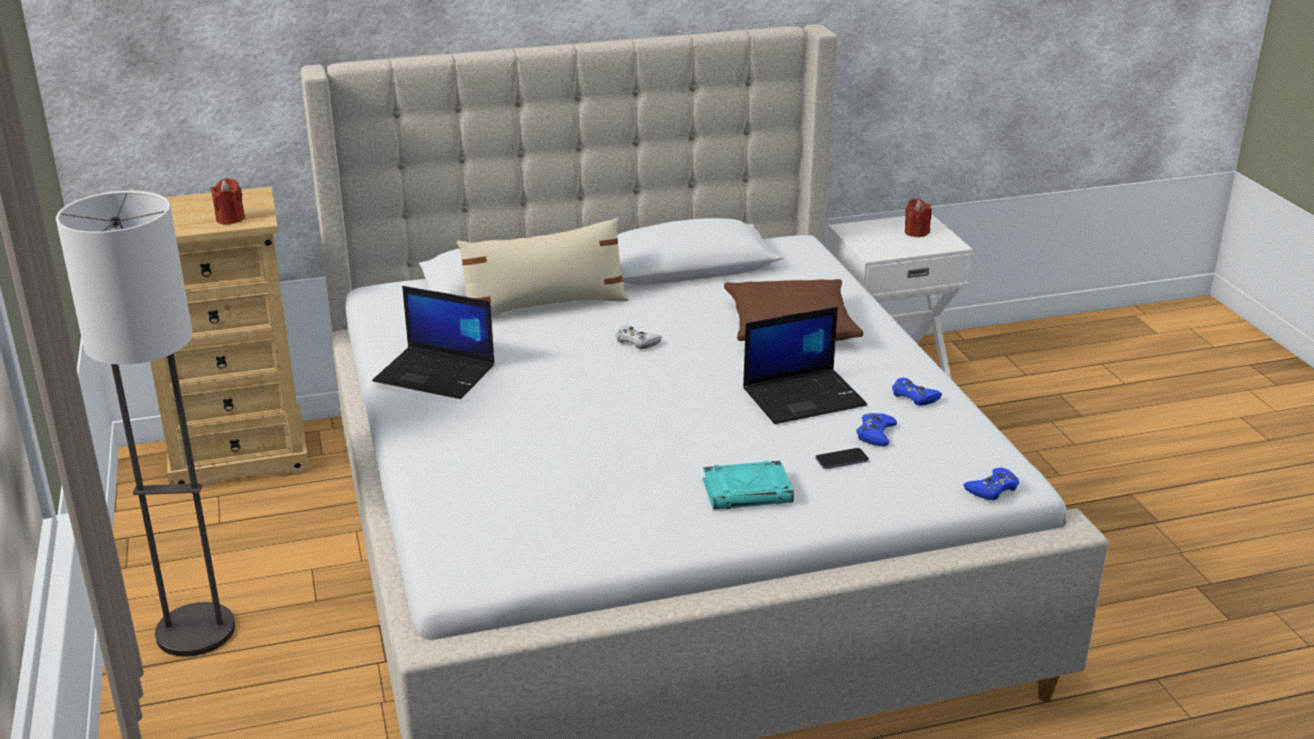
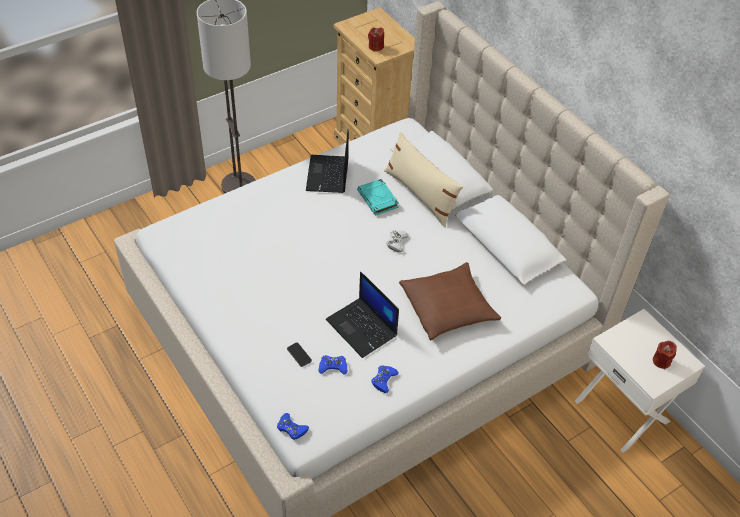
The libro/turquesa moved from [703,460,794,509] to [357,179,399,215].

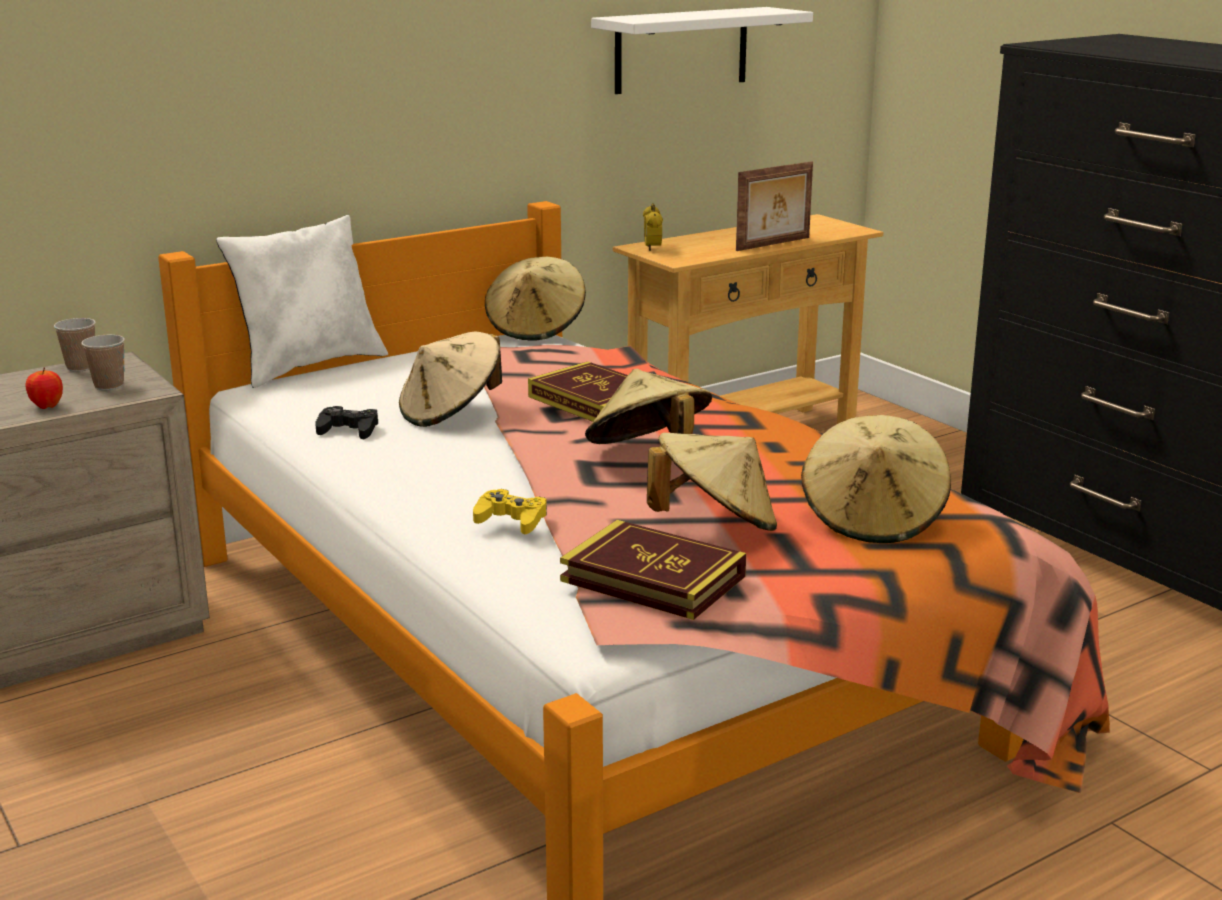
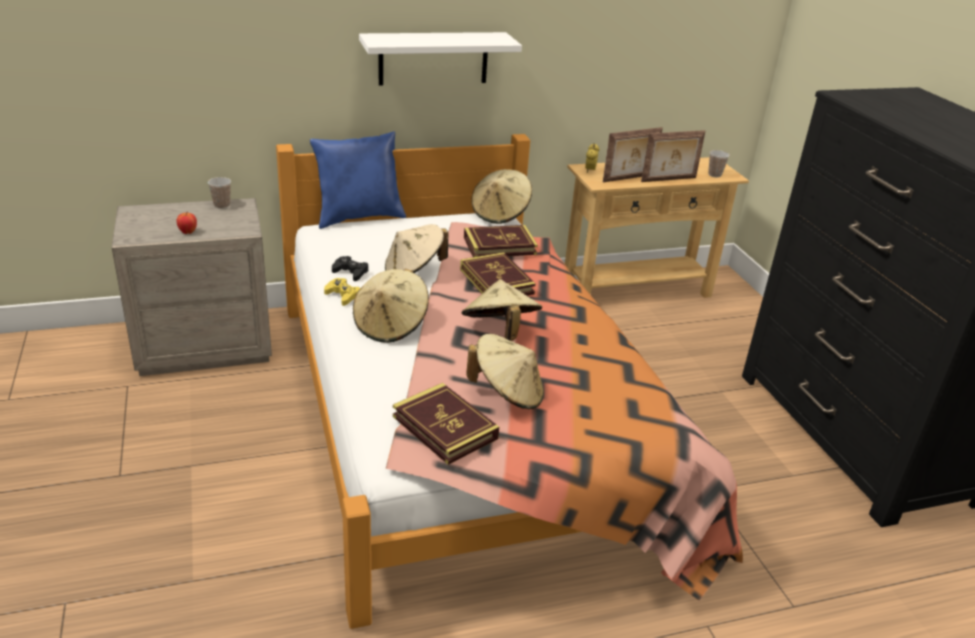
The cojín/blanco at [216,215,388,388] became the cojín/azul at [310,131,406,229].
The mando de consola/amarillo moved from [473,489,547,534] to [324,278,360,306].
The sombrero/beis moved from [801,415,951,543] to [353,269,429,343].
The estante/blanco moved from [591,7,813,94] to [359,32,522,86].
The libro at [464,225,538,257] appeared.
The portarretratos at [603,127,663,182] appeared.
The taza moved from [82,335,125,390] to [708,150,729,177].

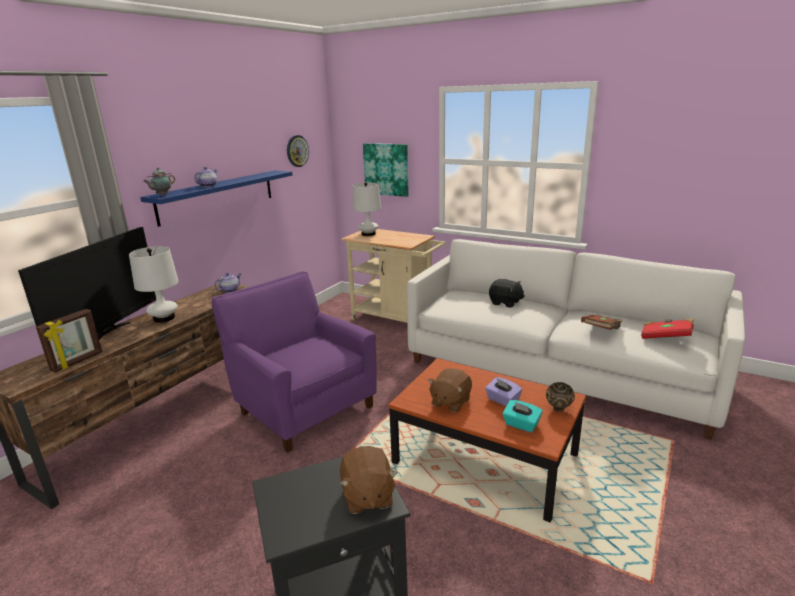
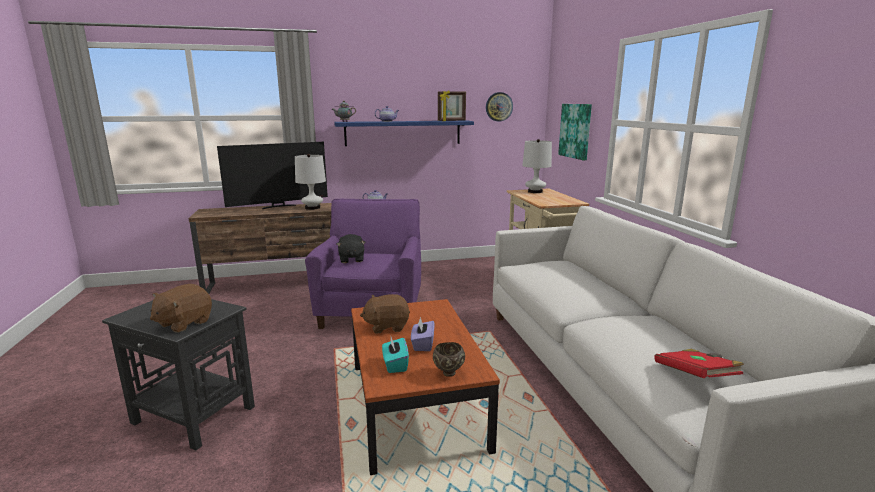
The peluche/negro moved from [489,279,525,308] to [336,234,366,263].
The portarretratos moved from [36,309,102,373] to [438,90,466,121].
The libro/marrón at [581,315,622,330] disappeared.

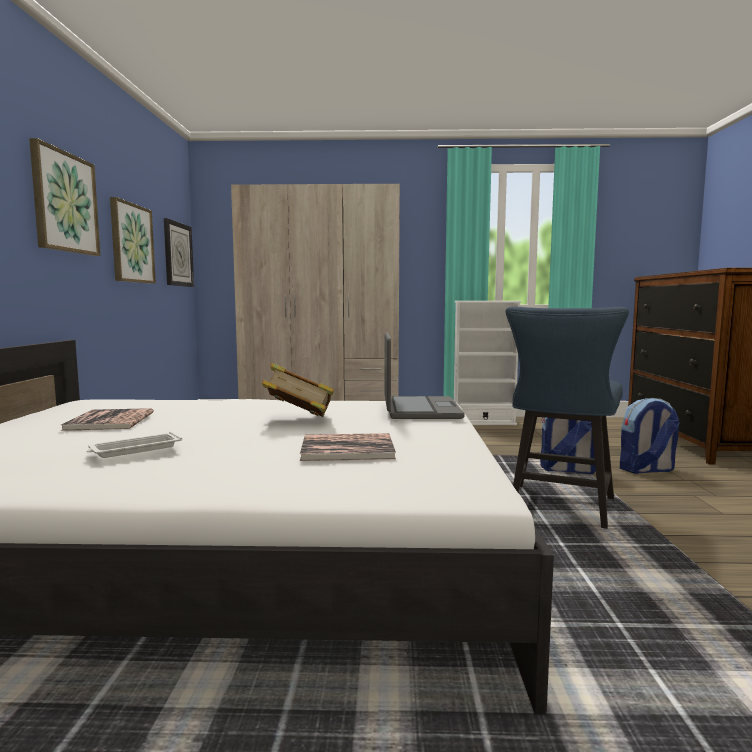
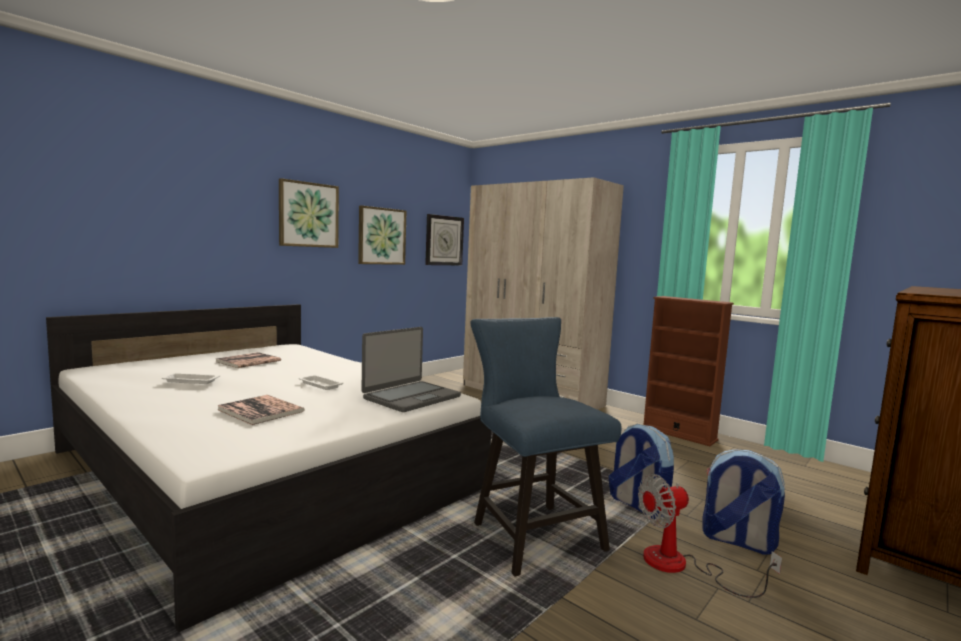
The libro at [262,363,334,417] was replaced by the bandeja/blanco at [298,375,343,390].
The silla/azul at [506,306,629,529] turned 90 degrees clockwise.
The ventilador at [638,474,782,598] appeared.
The estantería/blanco at [454,301,521,425] became the estantería/marrón at [644,296,734,446].

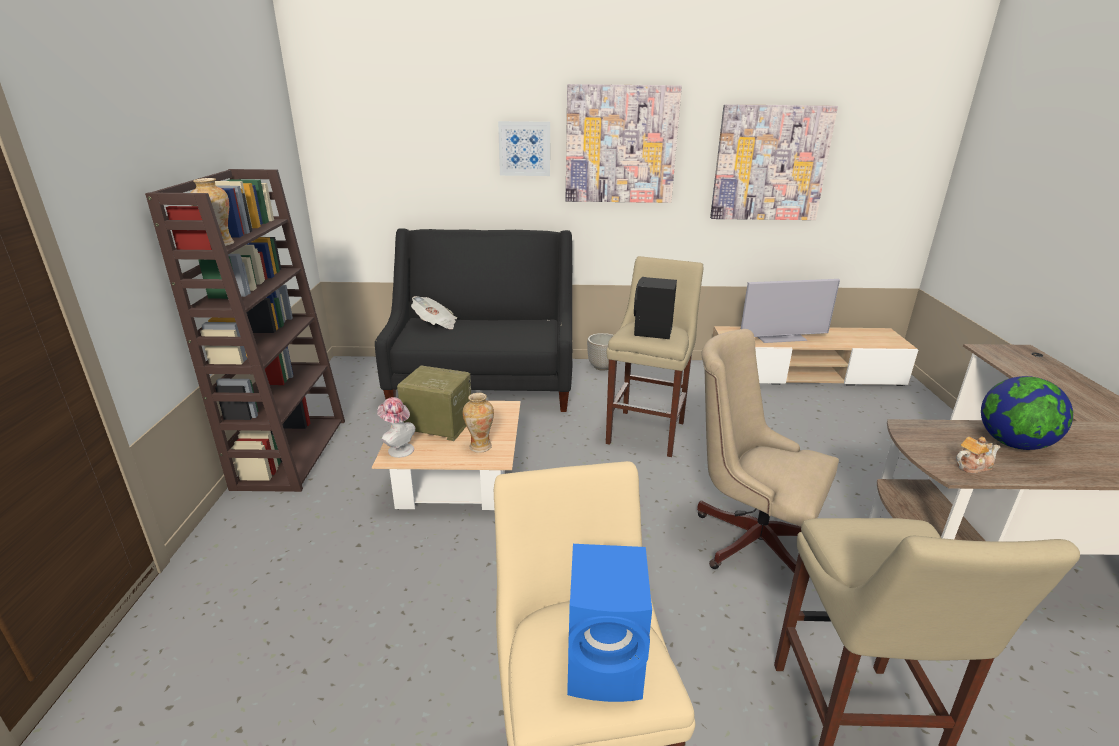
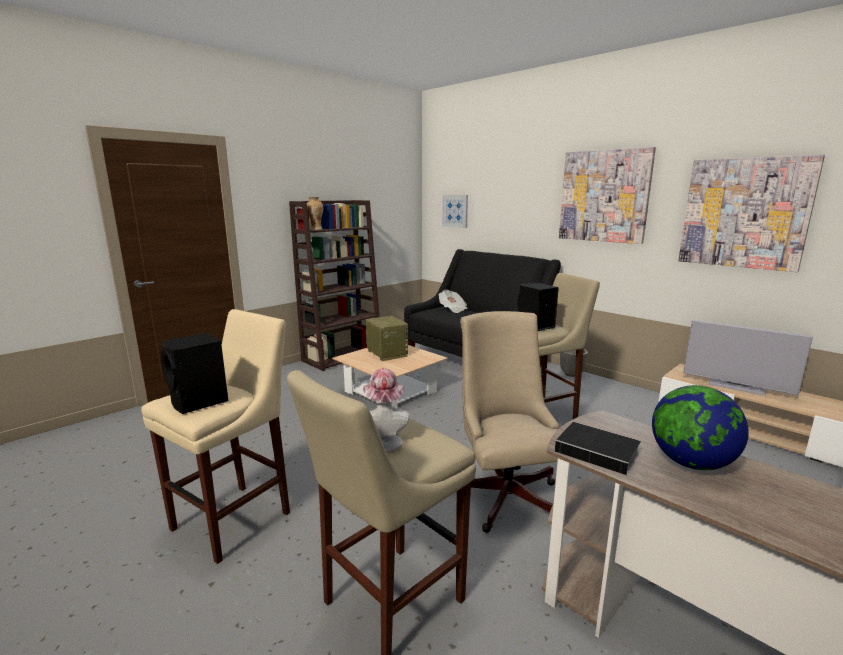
The altavoz/azul at [567,544,652,702] became the altavoz/negro at [160,333,228,414].
The sombrero moved from [377,397,415,458] to [363,368,409,452].
The cuadro moved from [498,121,550,176] to [442,195,468,228].
The tetera at [956,437,1000,474] was replaced by the libro at [555,422,644,479].
The florero at [463,393,494,453] disappeared.

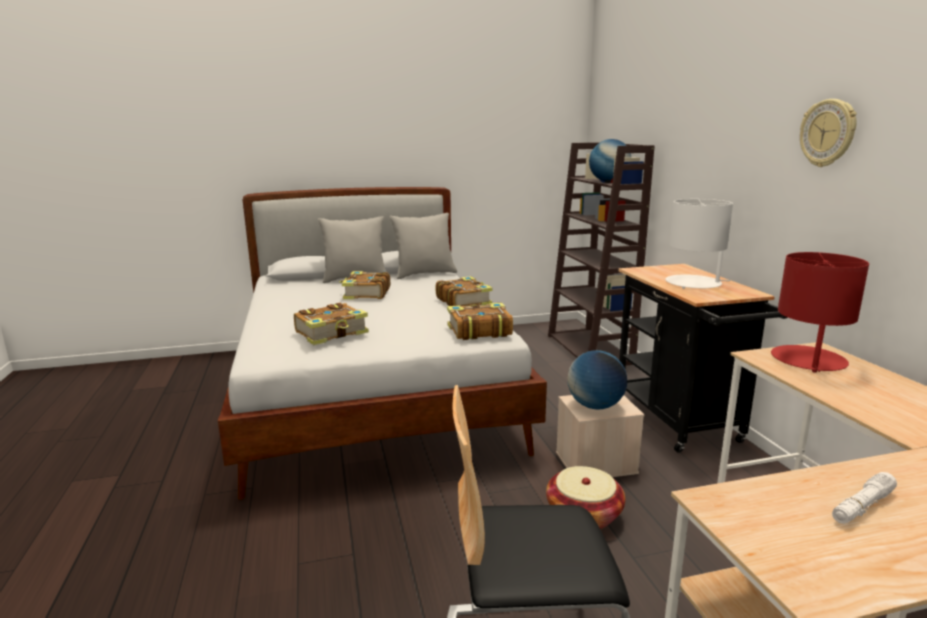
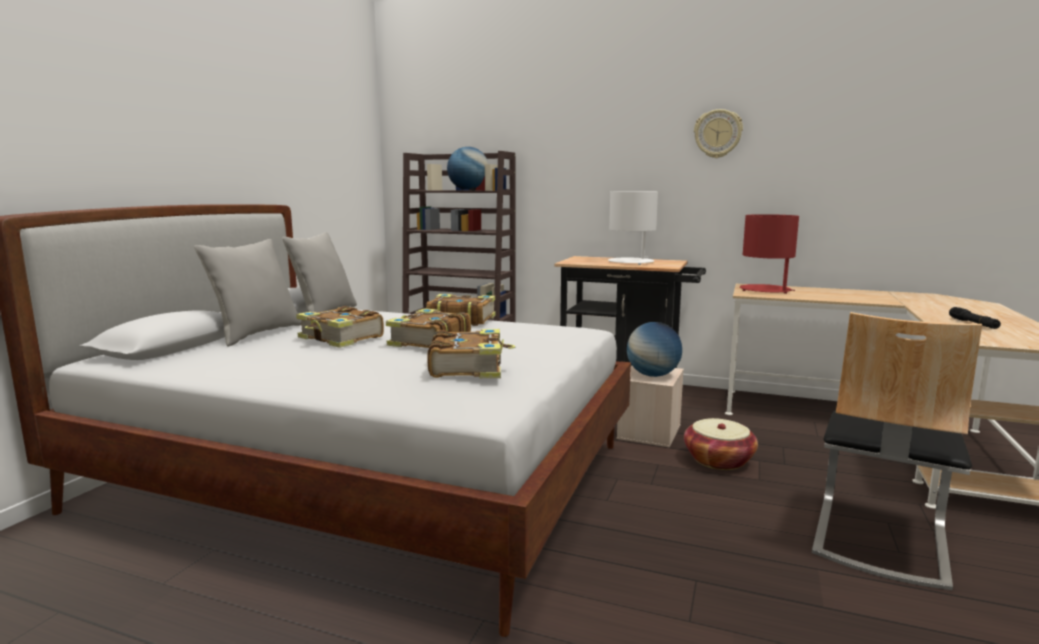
The libro moved from [447,303,513,340] to [386,308,471,348].
The linterna/blanco at [832,472,897,524] became the linterna/negro at [949,307,1001,329].

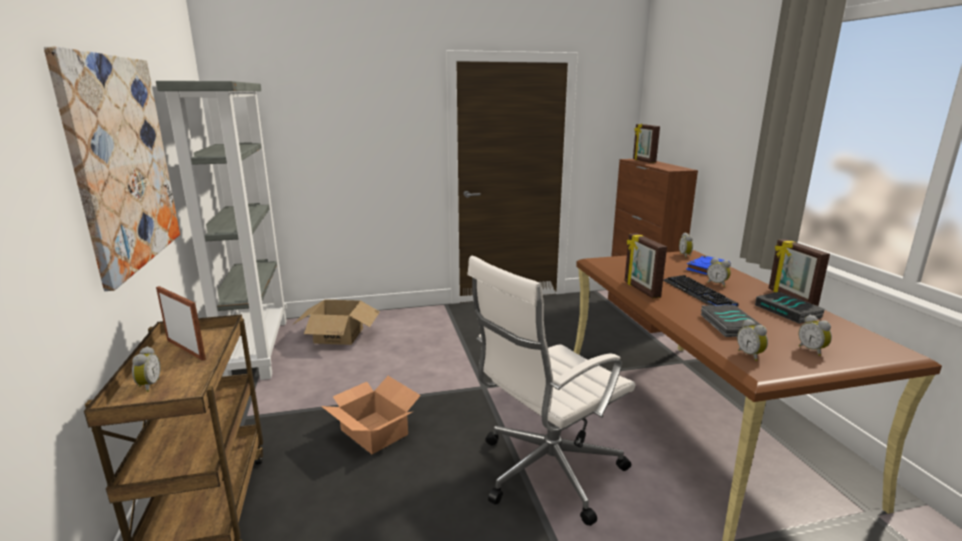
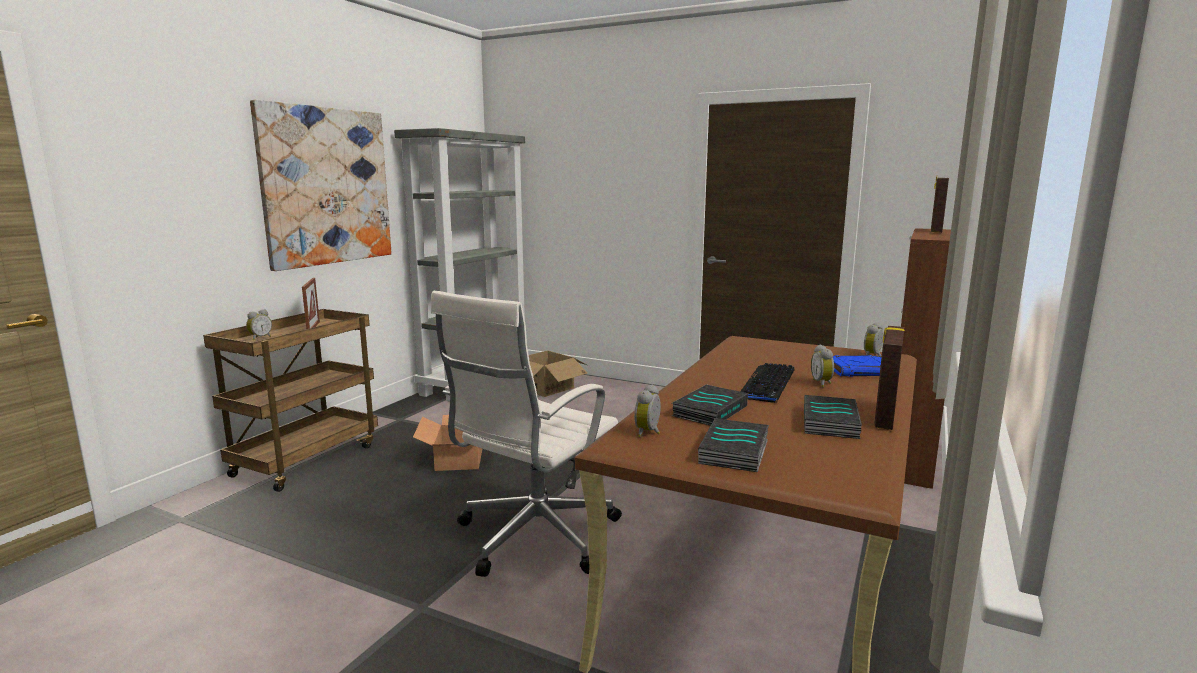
The silla de oficina/blanco at [467,256,635,526] turned 60 degrees counterclockwise.
The despertador at [799,315,832,356] was replaced by the libro at [698,418,769,472].
The portarretratos at [625,233,667,298] disappeared.

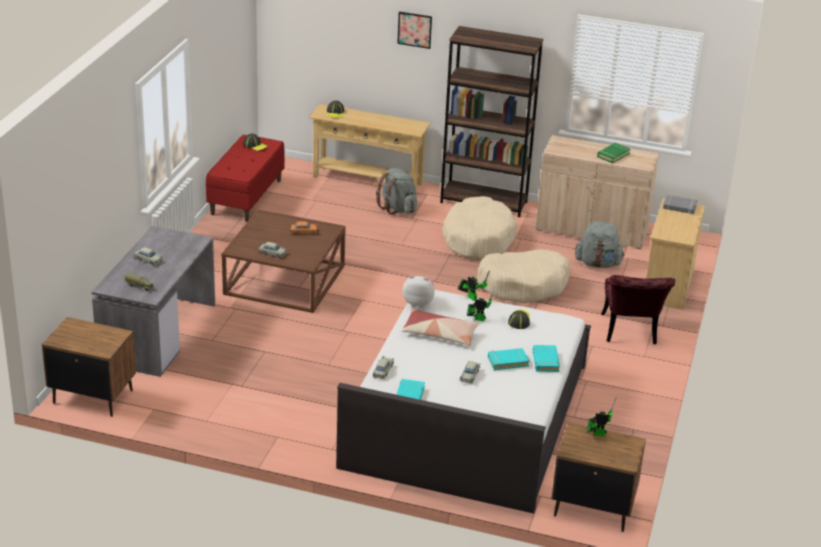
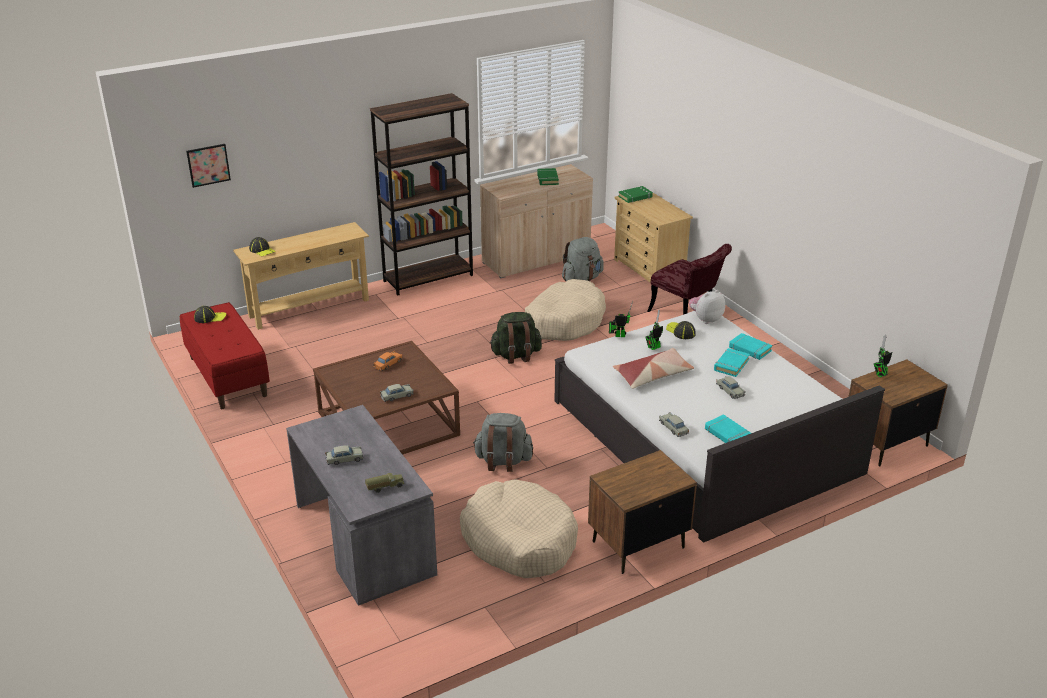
The cuadro moved from [397,11,432,49] to [186,144,231,188].
The cama para perro/beis moved from [442,196,517,259] to [460,479,578,578].
The mochila/gris moved from [376,168,417,215] to [473,413,533,472].
The mochila/verde at [490,312,542,364] appeared.
The mesita de noche/marrón moved from [42,317,136,417] to [588,450,697,574].
The libro/gris at [663,195,698,214] became the libro/verde at [618,186,653,203].
The peluche moved from [402,275,435,308] to [689,290,725,324].

